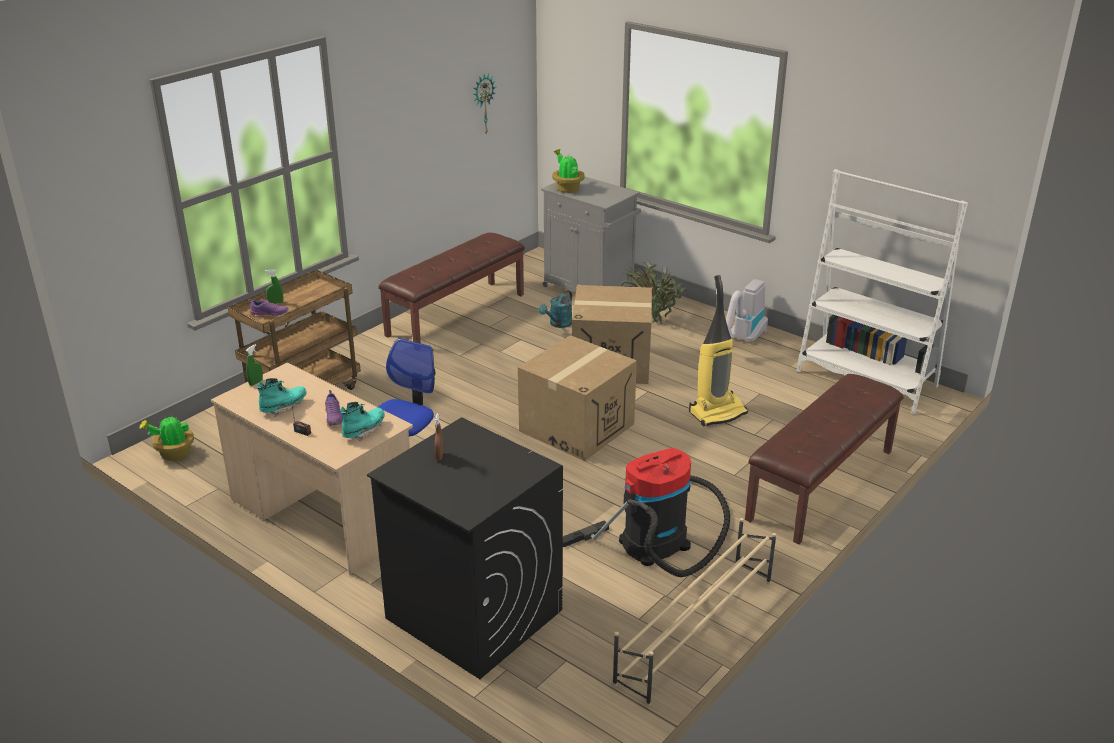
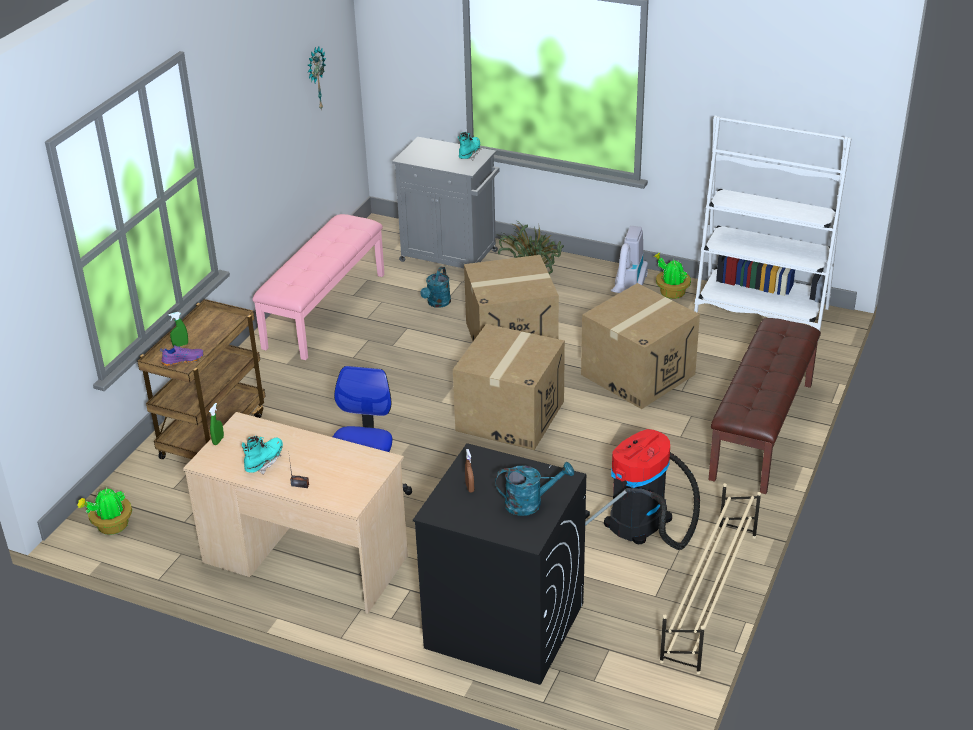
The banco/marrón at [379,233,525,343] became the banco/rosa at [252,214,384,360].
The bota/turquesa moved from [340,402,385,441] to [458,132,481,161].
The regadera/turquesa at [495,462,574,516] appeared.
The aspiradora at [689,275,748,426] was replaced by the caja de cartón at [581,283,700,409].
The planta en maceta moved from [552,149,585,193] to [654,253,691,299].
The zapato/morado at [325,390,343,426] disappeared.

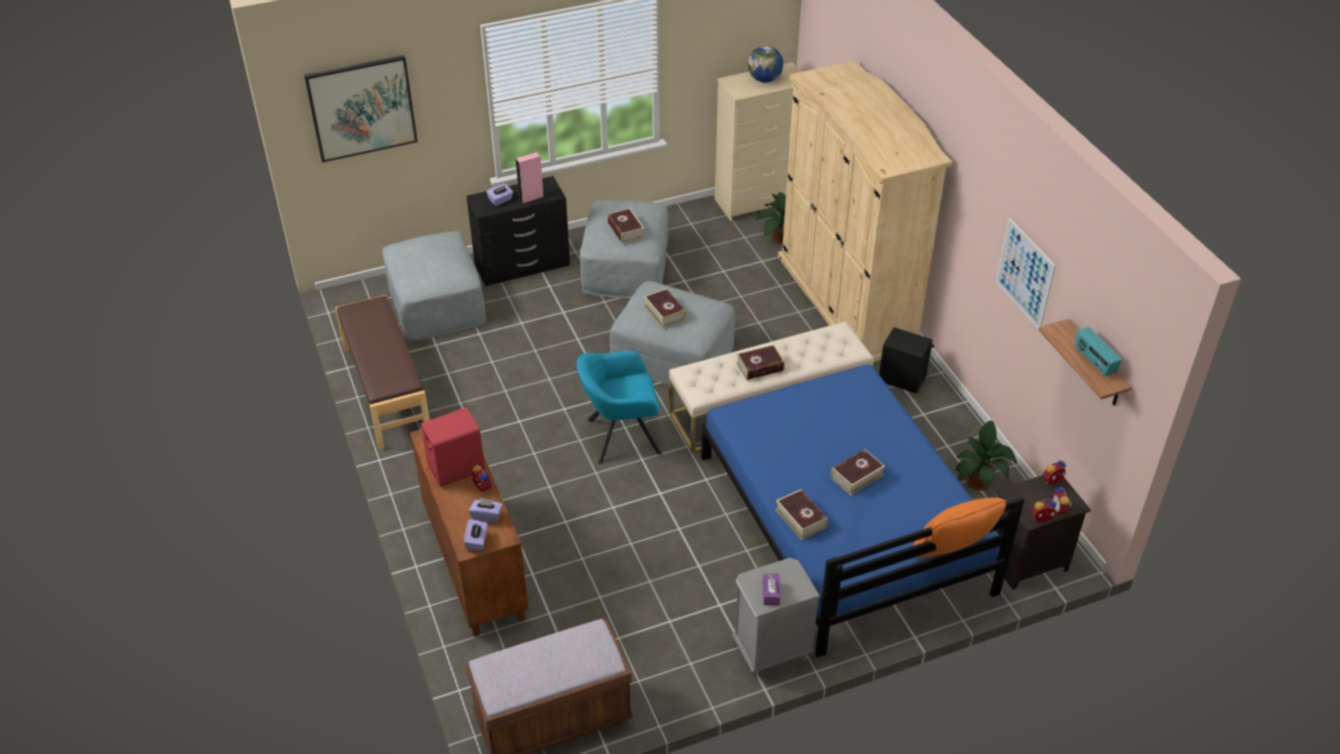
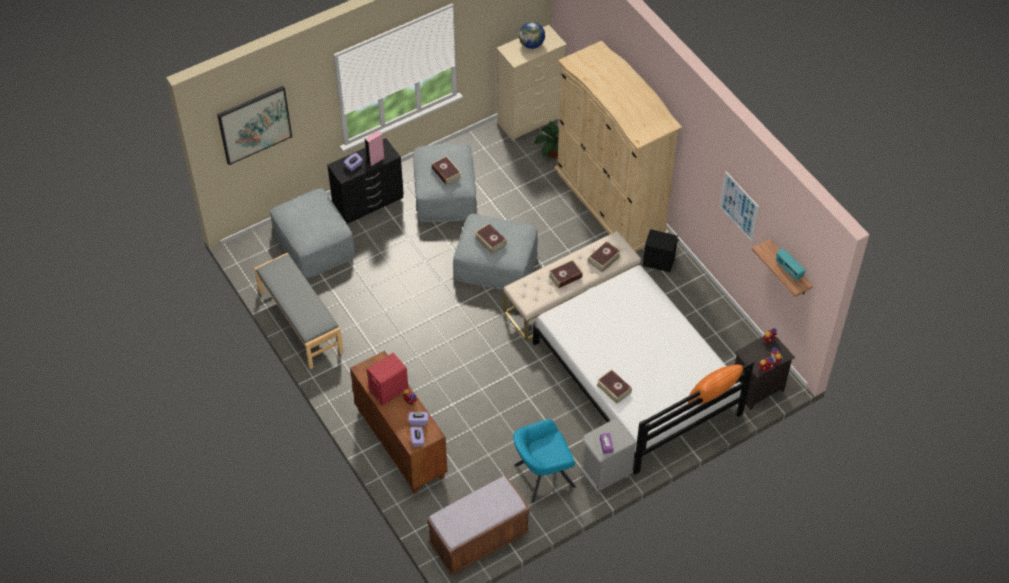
The banco/marrón at [335,295,430,450] became the banco/gris at [254,253,344,369].
The sillón/turquesa moved from [577,351,662,464] to [513,419,576,503].
The cama/azul at [701,364,1025,658] became the cama/blanco at [533,265,754,475].
The libro moved from [831,449,885,495] to [588,241,621,272].
The planta en maceta at [955,421,1017,490] disappeared.

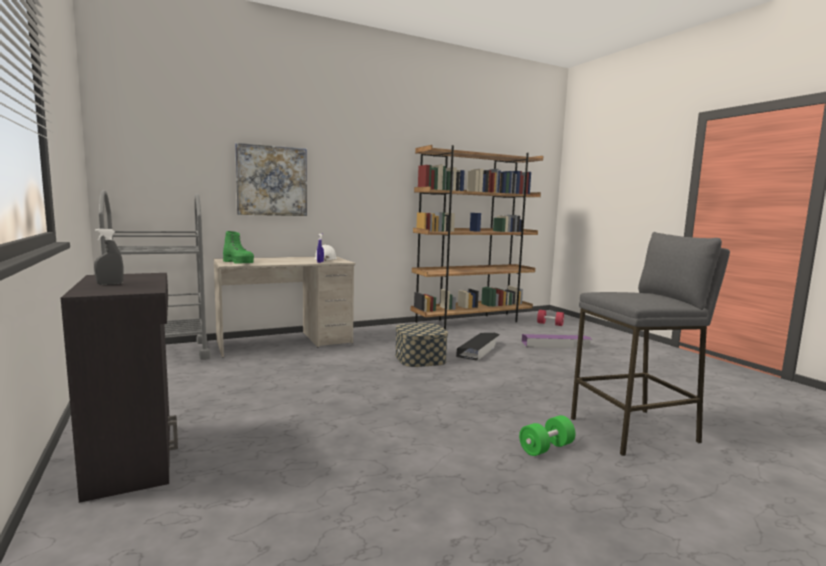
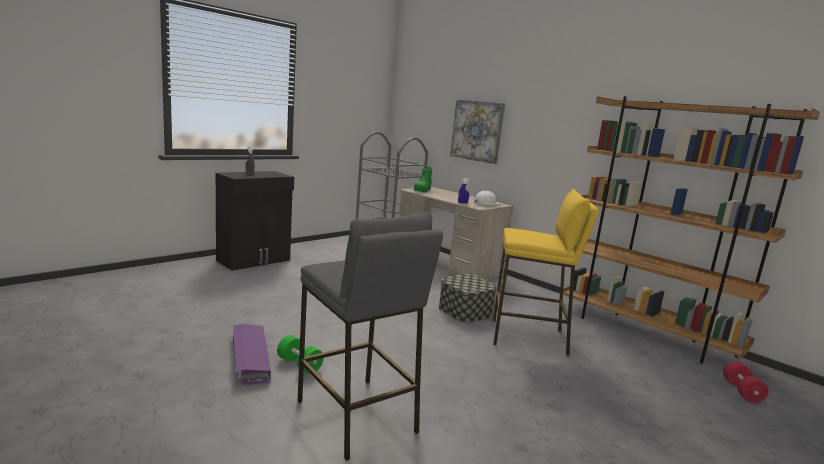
The caja de almacenaje/morado moved from [522,334,592,348] to [233,324,271,385].
The caja de almacenaje/negro at [456,333,500,361] was replaced by the taburete/amarillo at [493,189,599,356].

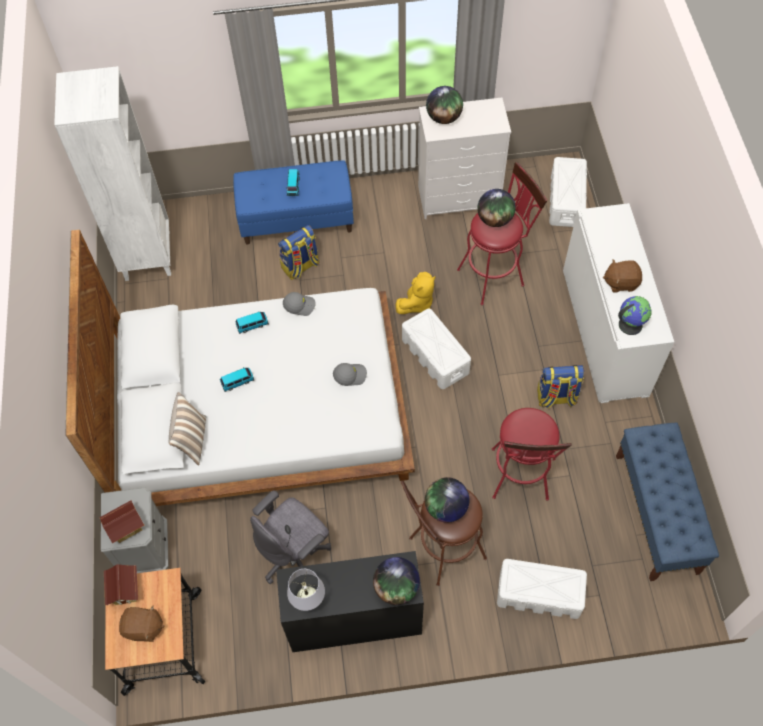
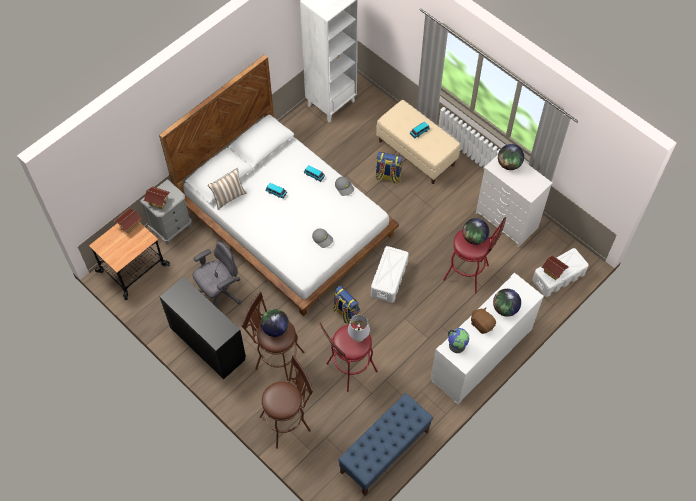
The silla de oficina/gris at [250,490,331,585] turned 135 degrees clockwise.
The caja de almacenaje/blanco at [497,559,587,619] was replaced by the taburete/marrón at [260,355,314,449].
The mochila moved from [537,365,584,409] to [333,286,360,324].
The lámpara de mesa/blanco moved from [287,569,325,611] to [348,315,370,342].
The banco/azul at [233,160,354,245] became the banco/beis at [376,100,460,184].
The globo terráqueo moved from [373,557,420,605] to [493,289,521,317].
The casita at [542,255,569,280] appeared.
The peluche/marrón at [119,605,165,642] disappeared.
The peluche/amarillo at [396,272,435,314] disappeared.

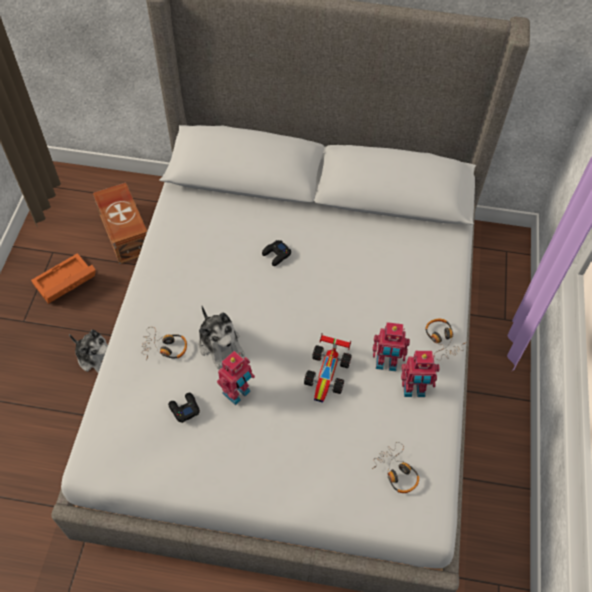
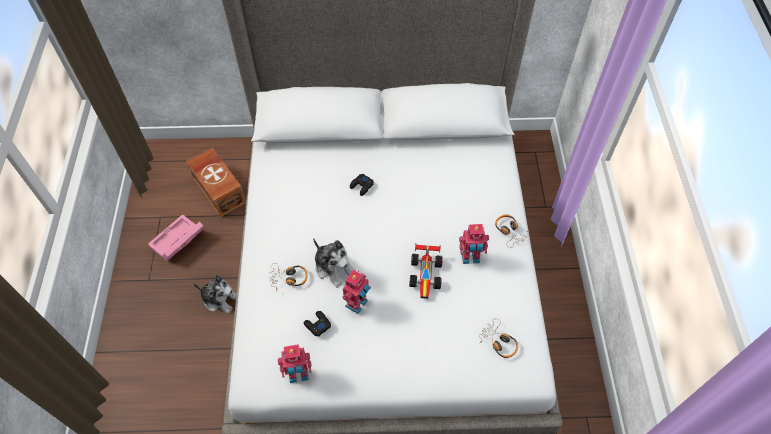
The caja de almacenaje/naranja at [31,253,96,304] became the caja de almacenaje/rosa at [148,214,203,261].
The robot de juguete moved from [401,351,440,397] to [278,344,311,383].

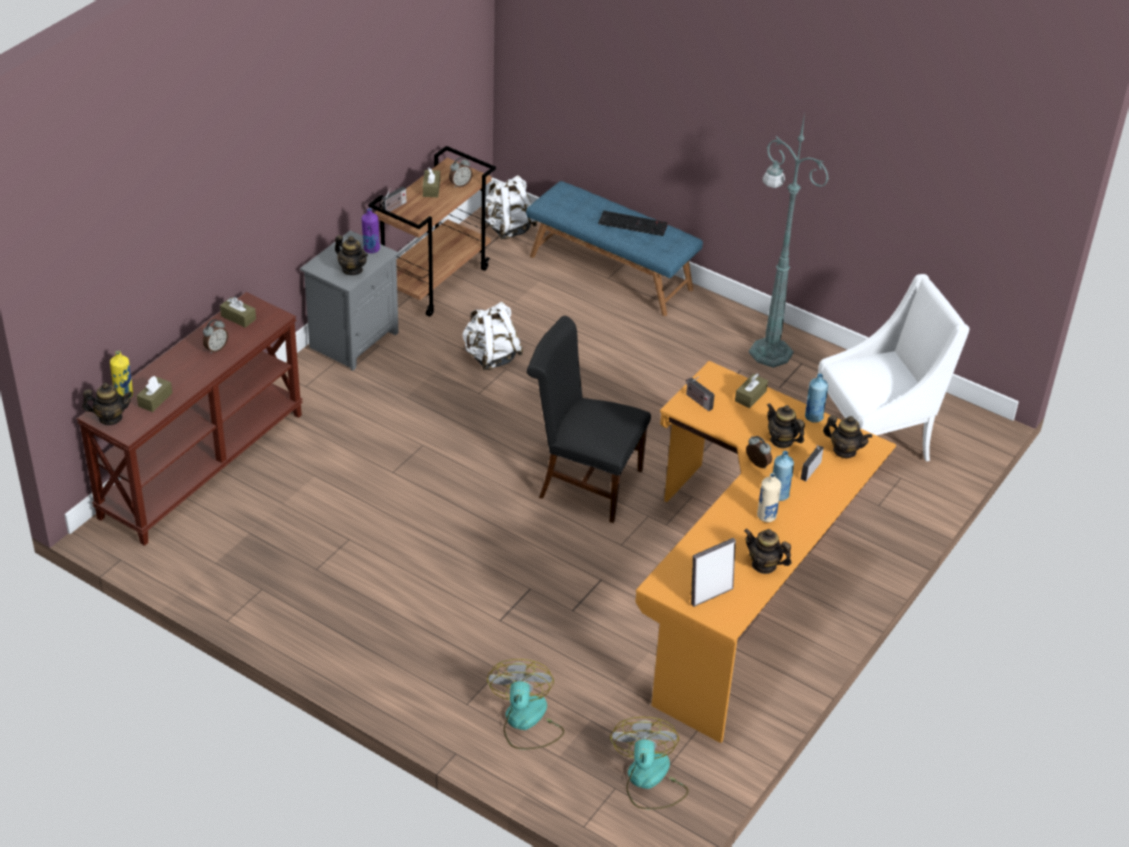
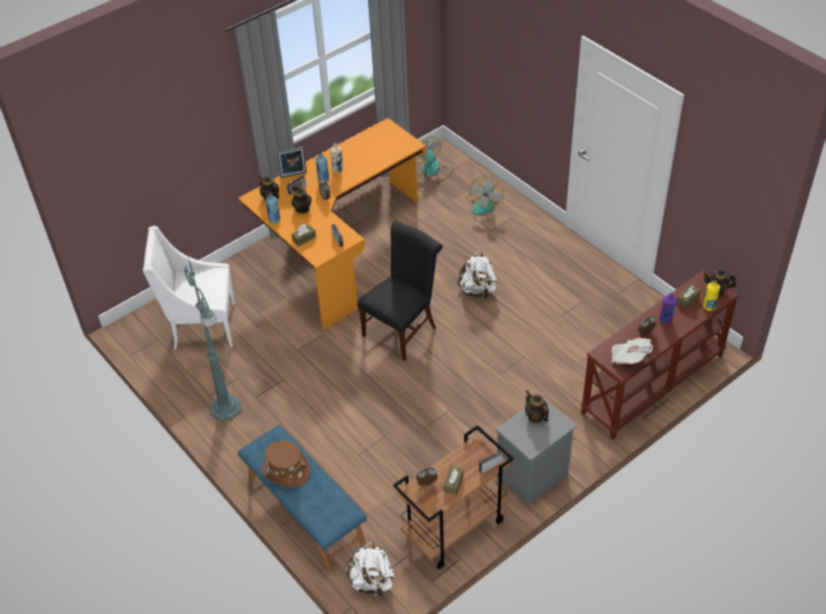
The teclado at [598,210,668,236] was replaced by the sombrero/marrón at [262,441,310,487].
The portarretratos moved from [691,538,736,607] to [277,146,307,178].
The silla/negro at [527,316,651,523] turned 90 degrees counterclockwise.
The ventilador at [610,717,689,809] turned 135 degrees clockwise.
The mochila/blanco moved from [462,302,523,370] to [457,251,498,299].
The caja de pañuelos/marrón at [220,297,256,328] was replaced by the periódico at [611,338,653,364].
The botella/morado moved from [361,208,380,253] to [659,293,677,324].
The tetera at [744,529,792,574] disappeared.

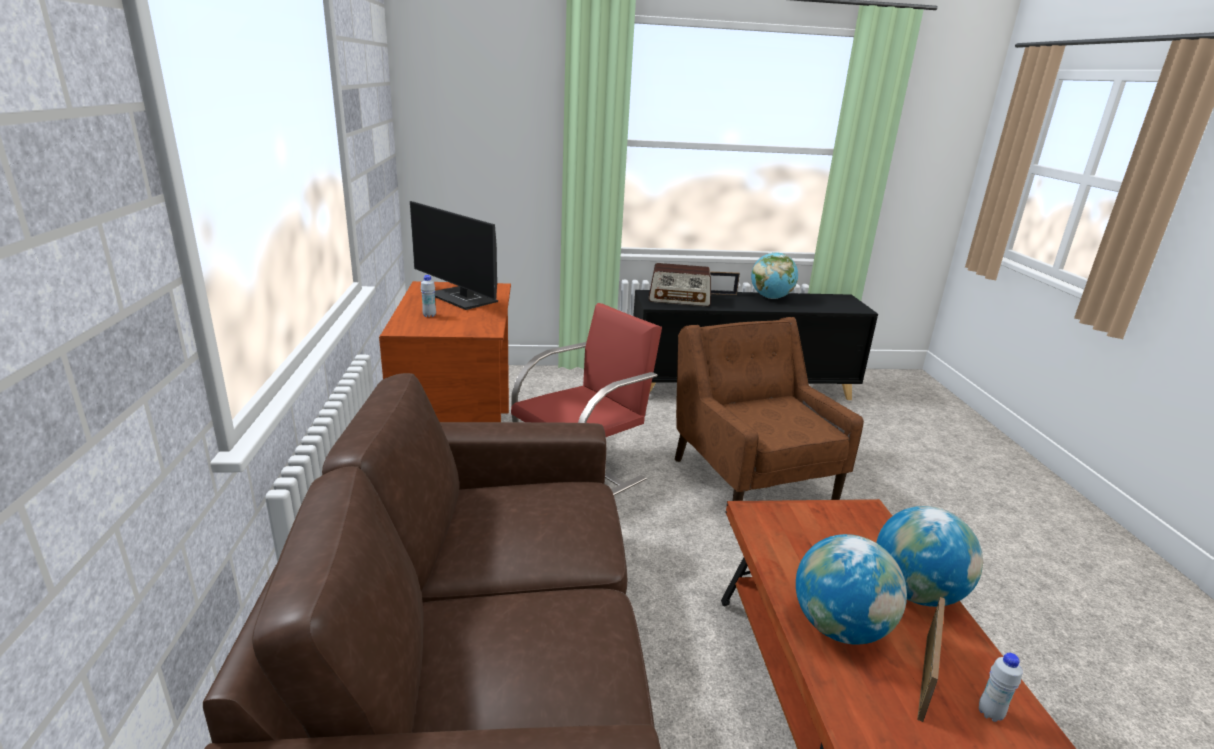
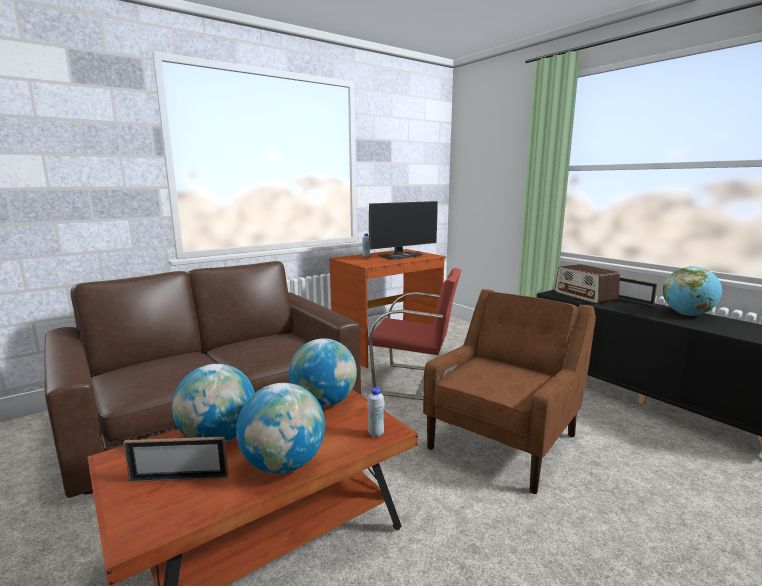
The globo terráqueo at [289,338,357,407] appeared.
The botella/blanco moved from [979,653,1023,722] to [367,387,385,438].
The monitor at [410,201,498,310] turned 135 degrees counterclockwise.

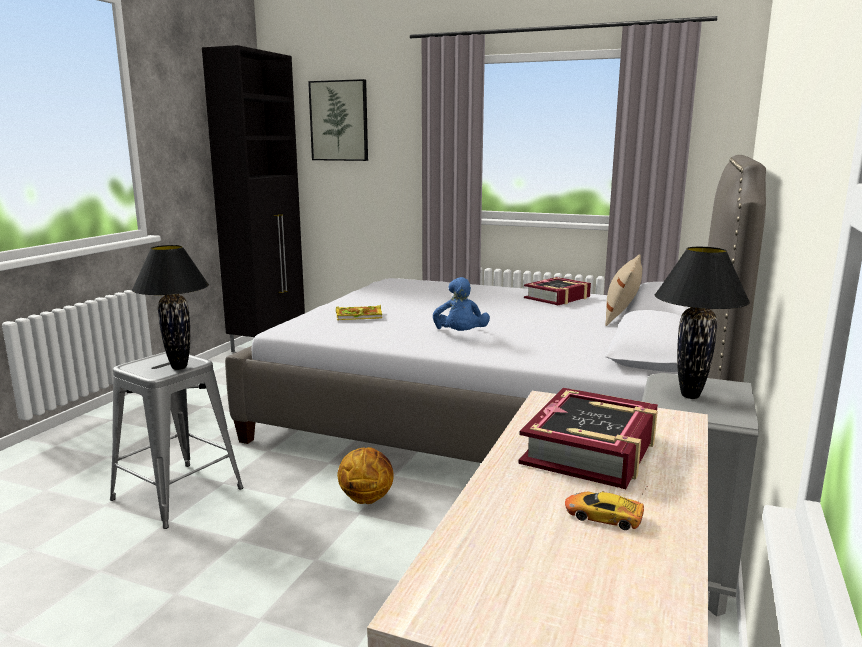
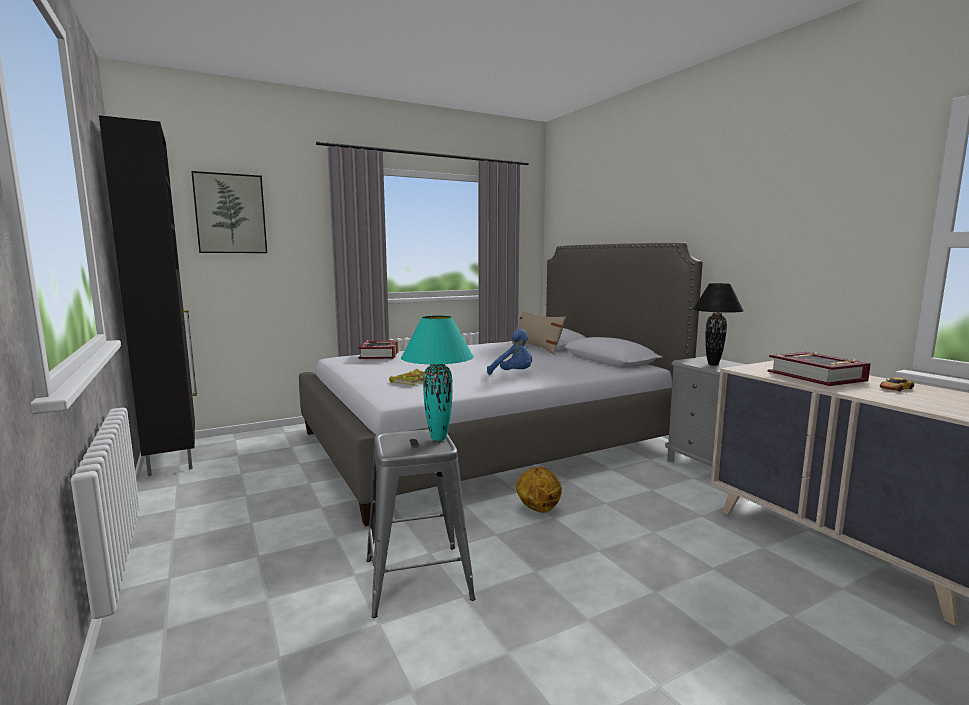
The libro moved from [524,277,591,305] to [358,340,399,359].
The lámpara de mesa/negro at [132,245,209,370] became the lámpara de mesa/turquesa at [401,315,474,441].

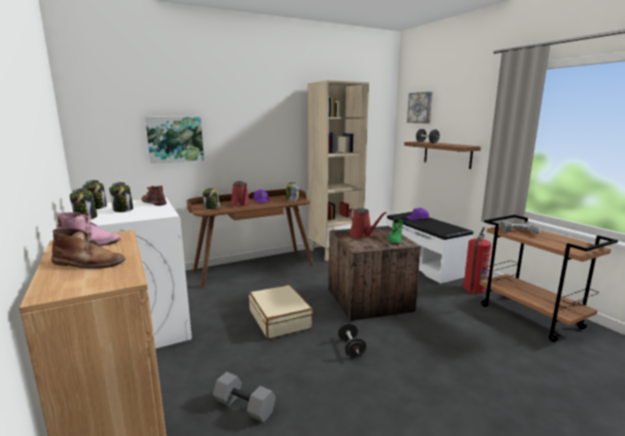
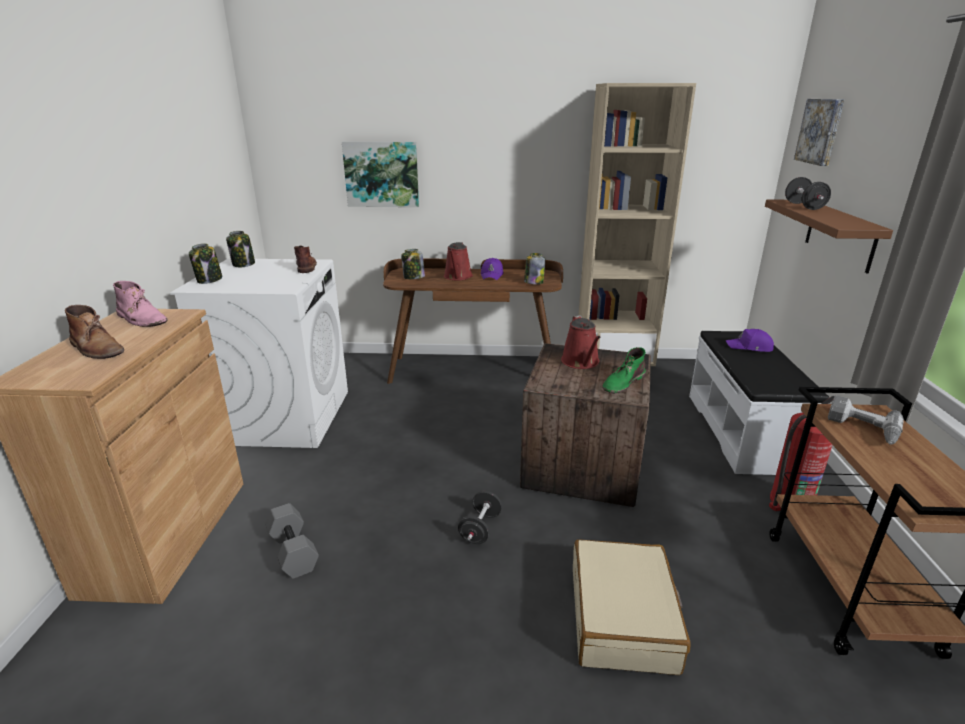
The maleta/beis moved from [249,285,313,339] to [573,539,691,675].
The tarro at [109,182,133,212] disappeared.

